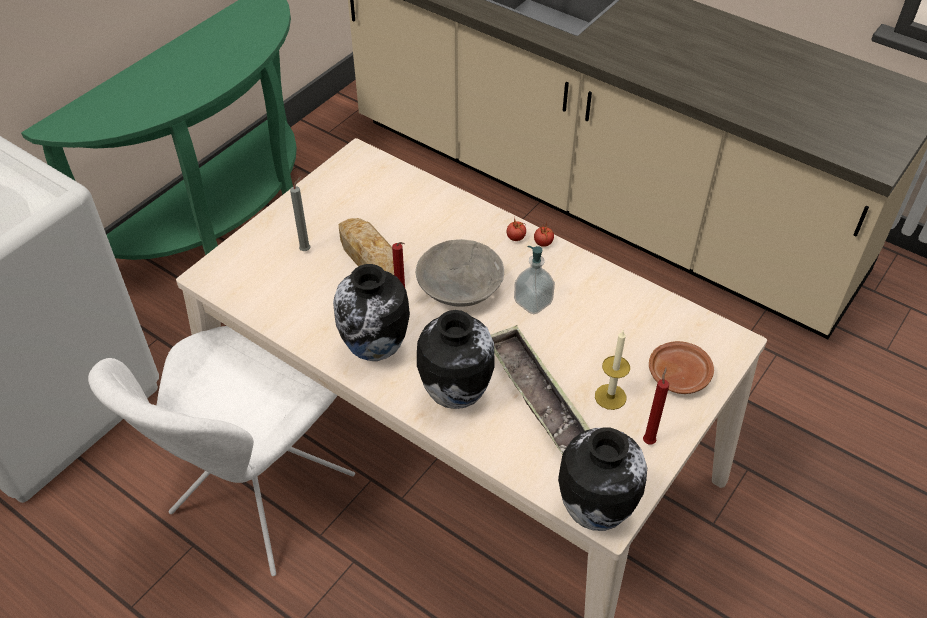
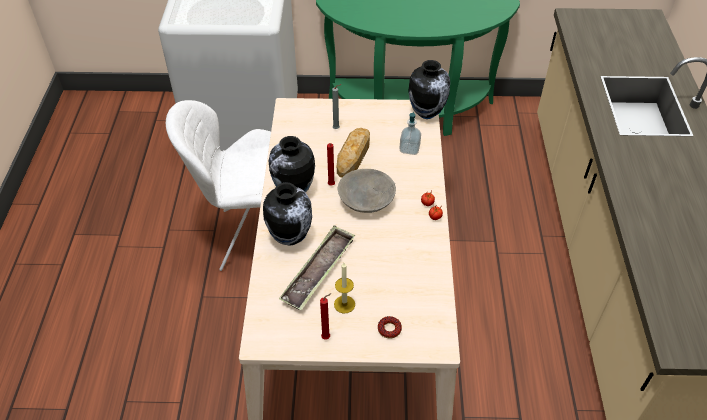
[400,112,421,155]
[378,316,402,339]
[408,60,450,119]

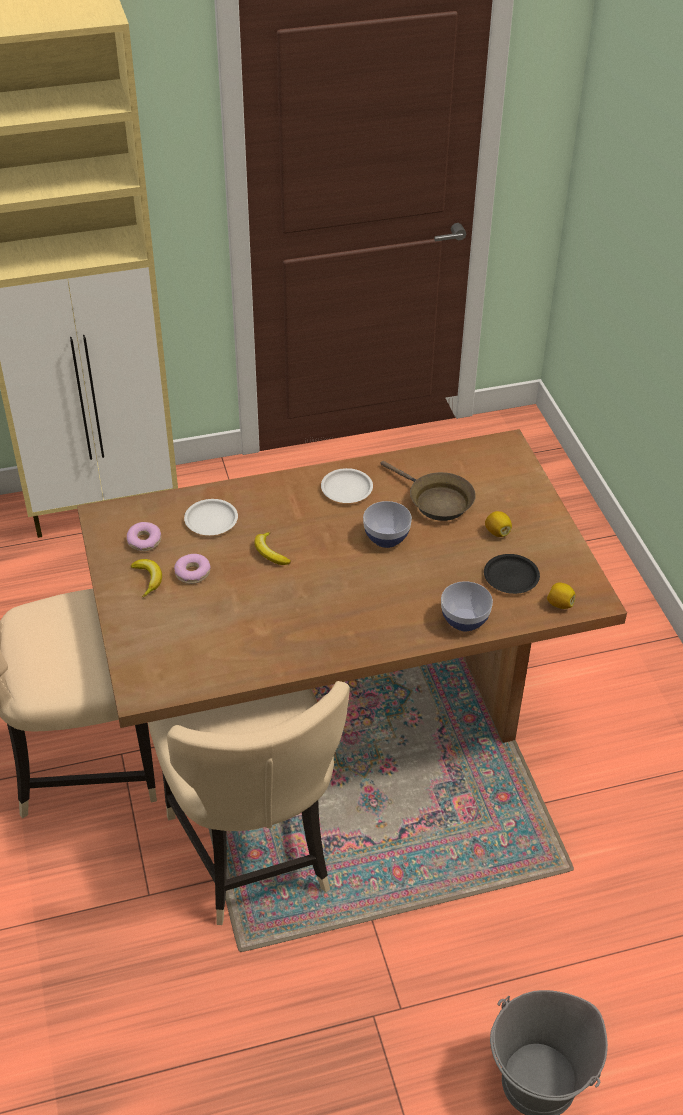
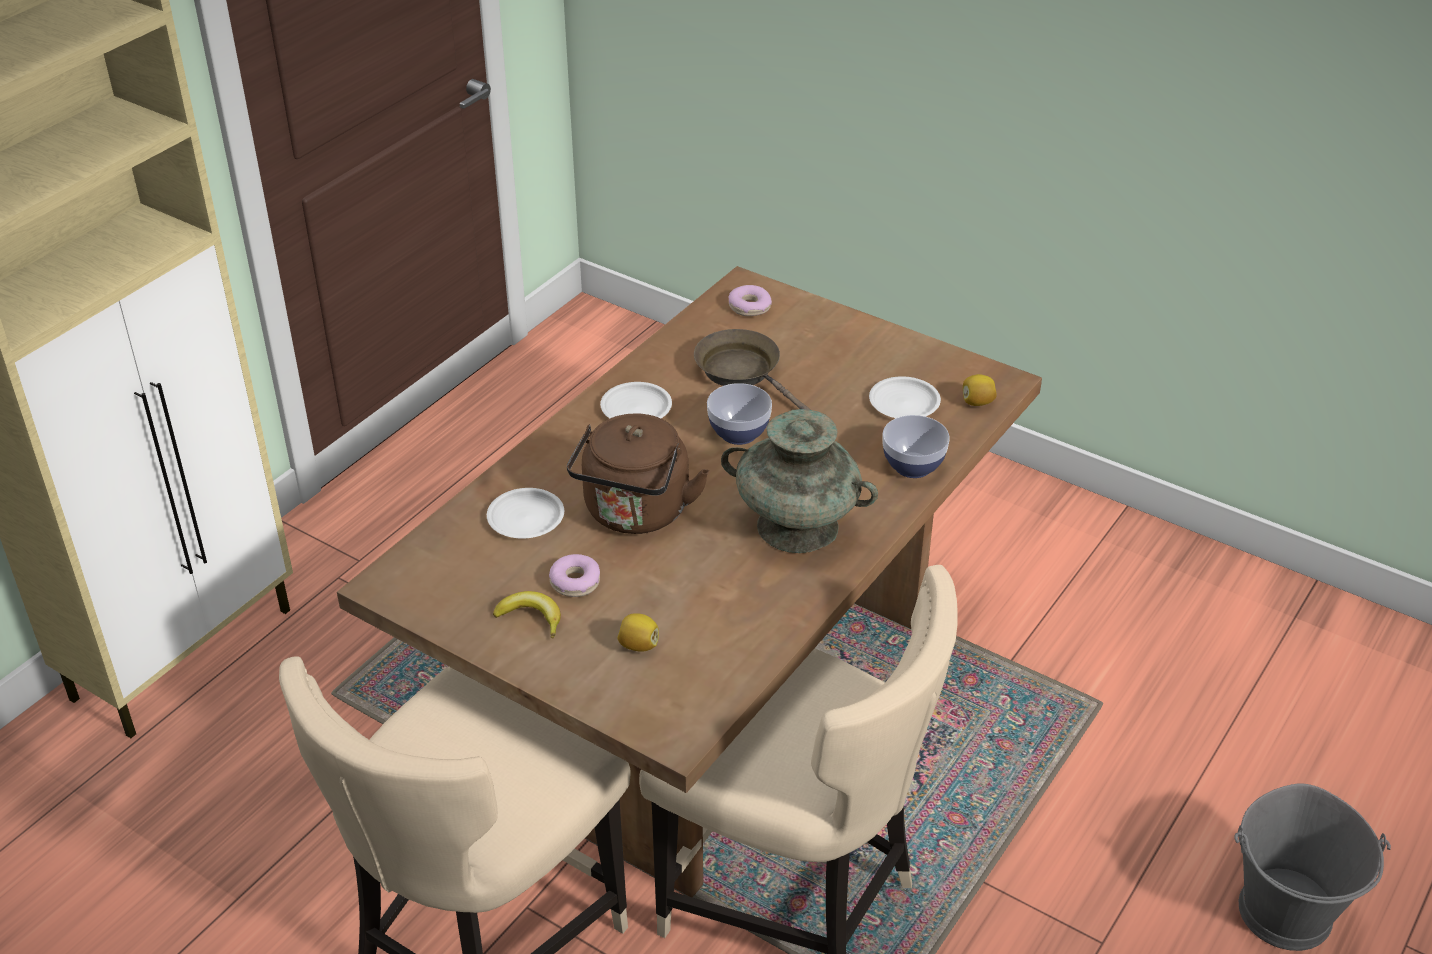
[694,329,811,410]
[618,613,659,652]
[728,285,772,316]
[567,414,709,534]
[869,376,941,418]
[721,409,878,553]

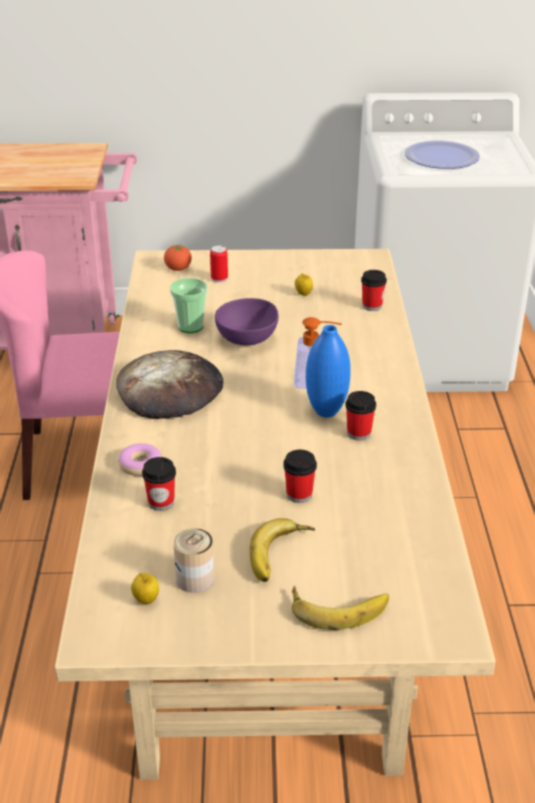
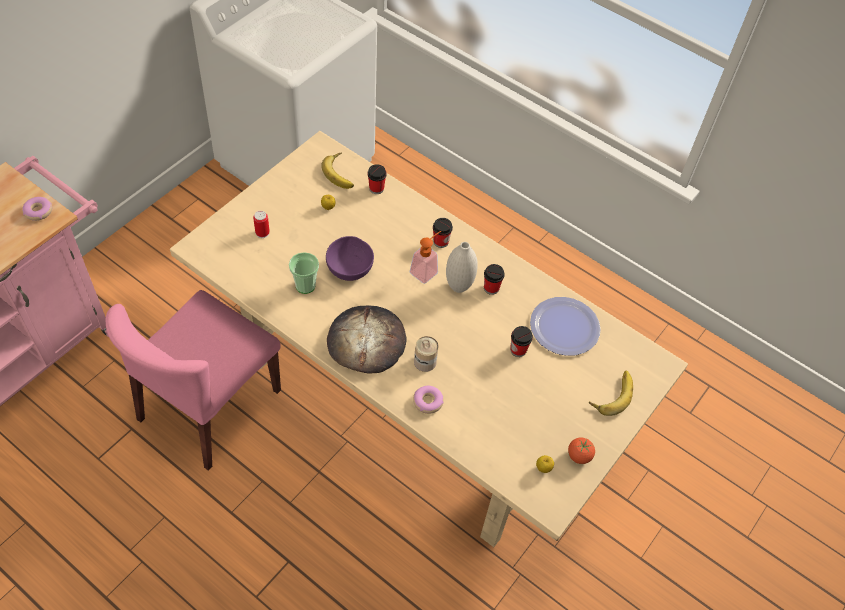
[530,297,601,356]
[568,437,595,464]
[446,242,478,293]
[433,218,453,248]
[321,152,354,189]
[414,336,439,372]
[22,197,52,221]

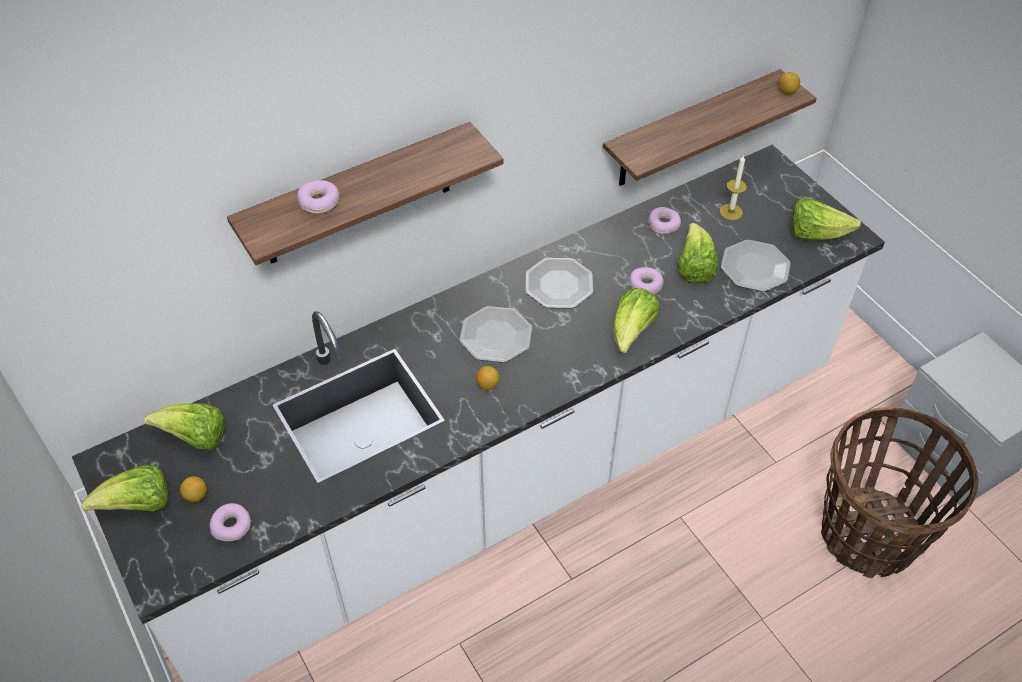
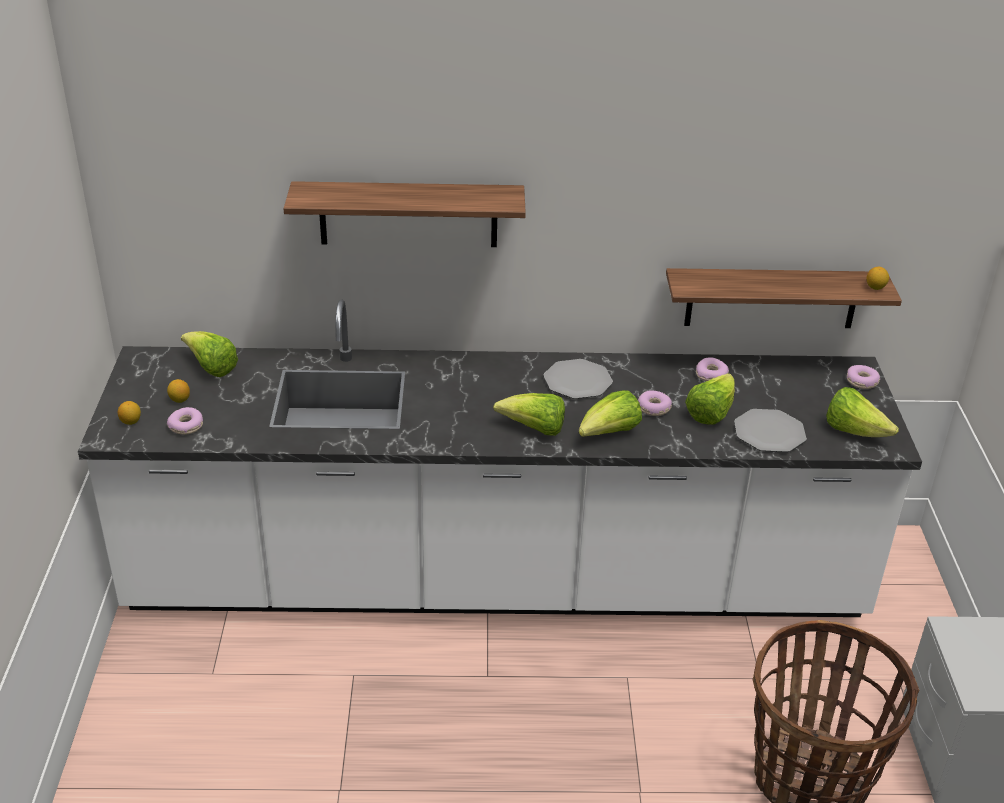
[720,155,747,220] (first image)
[847,365,880,389]
[459,306,532,363] (first image)
[118,401,141,425]
[493,393,565,436]

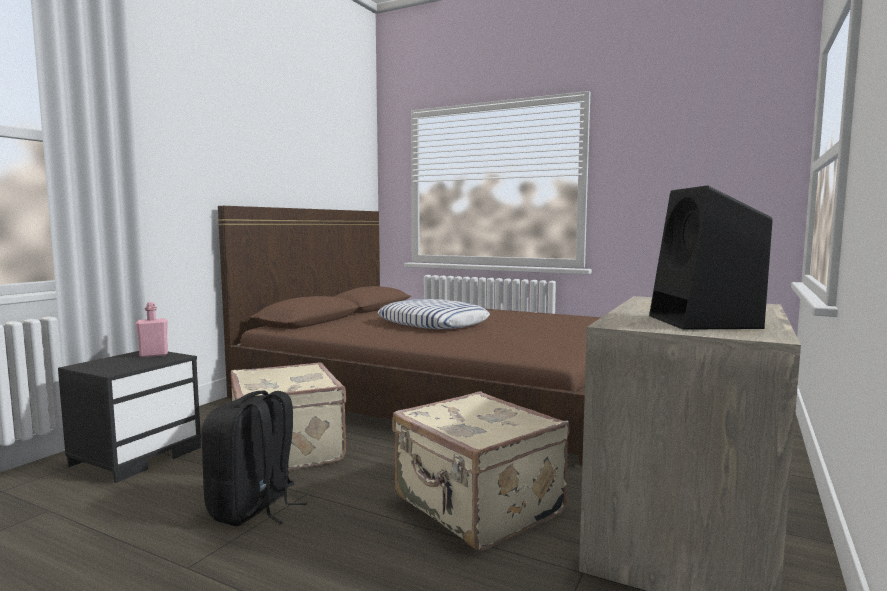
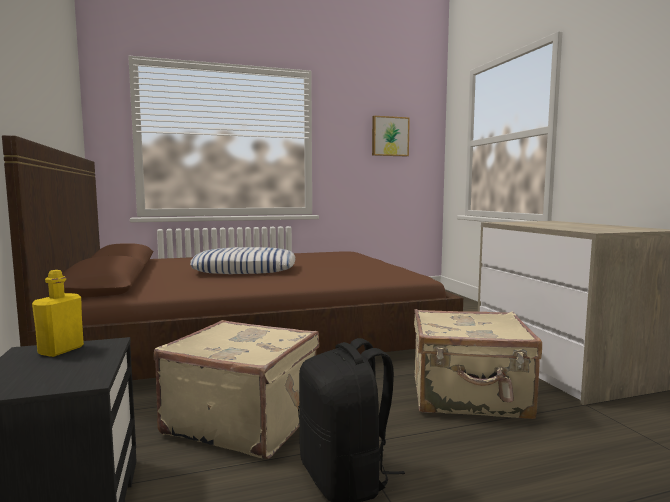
[649,185,773,330] (first image)
[32,270,84,357]
[372,116,410,156]

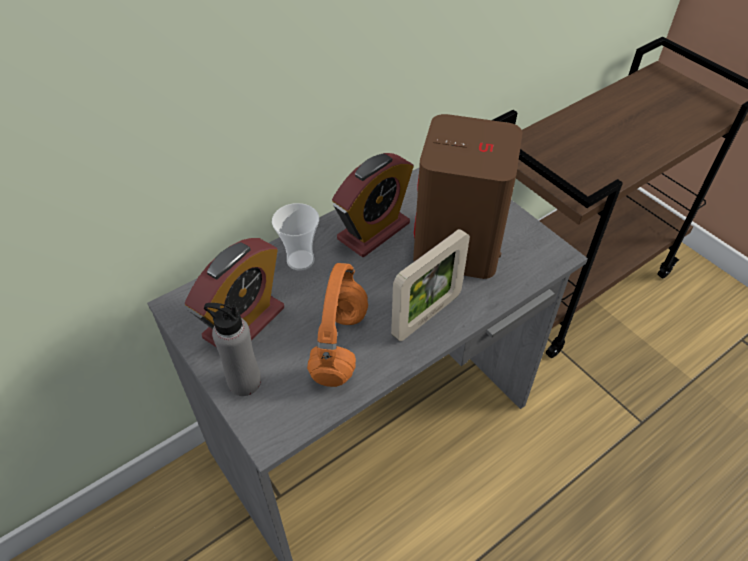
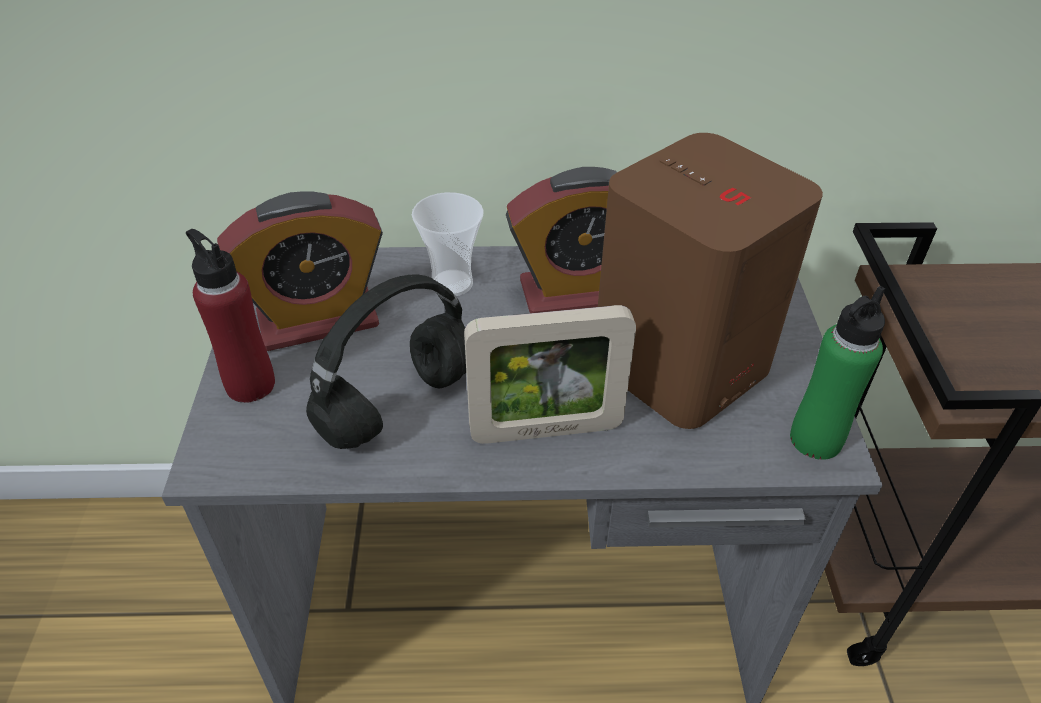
[306,275,466,449]
[186,229,275,403]
[790,286,885,460]

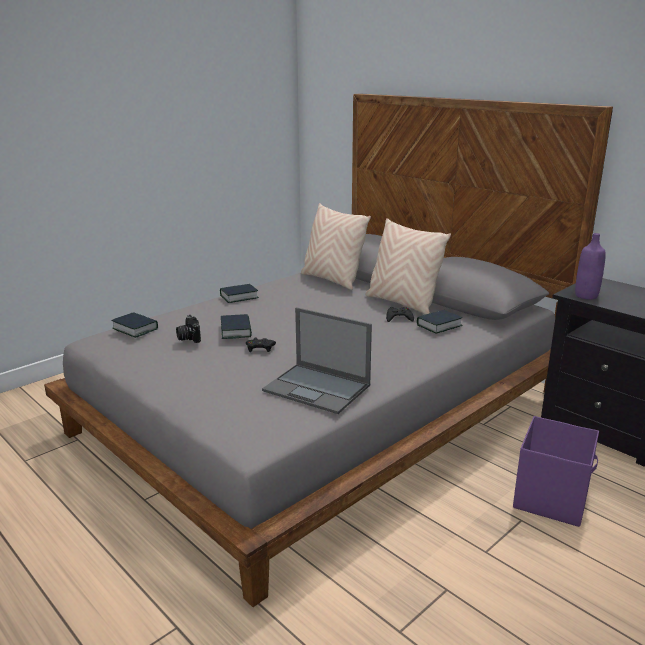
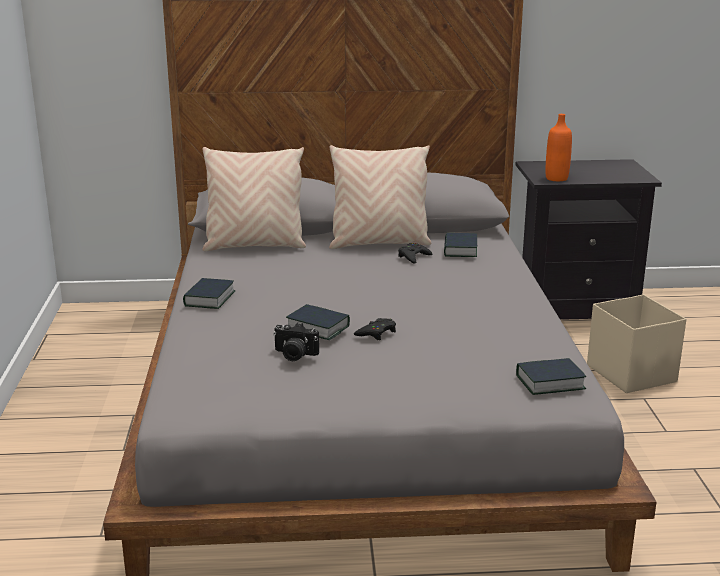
[545,114,572,181]
[262,307,372,414] (first image)
[516,358,586,395]
[587,294,687,393]

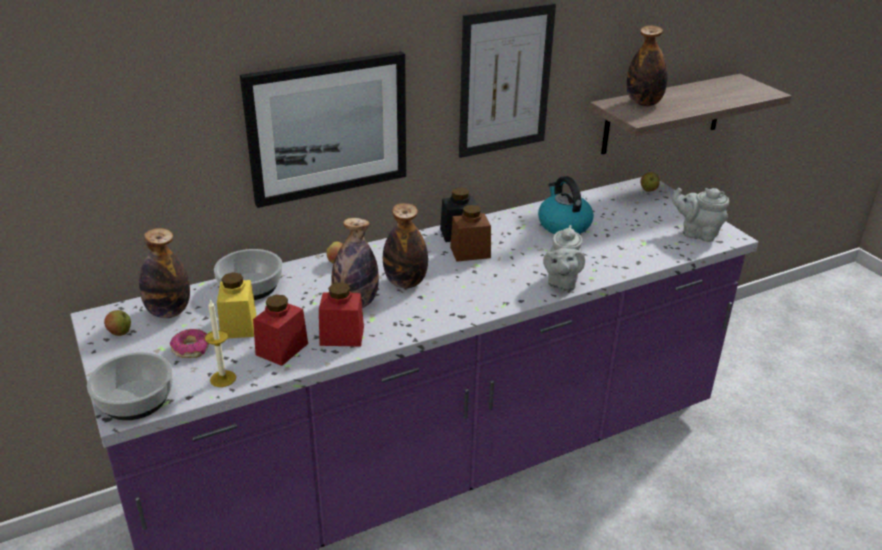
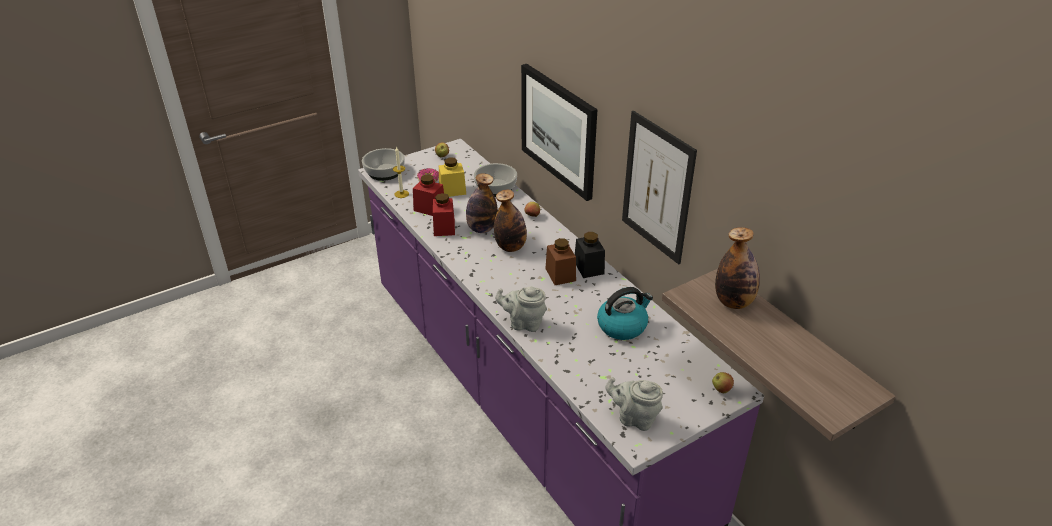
[605,377,663,431]
[139,228,190,318] (first image)

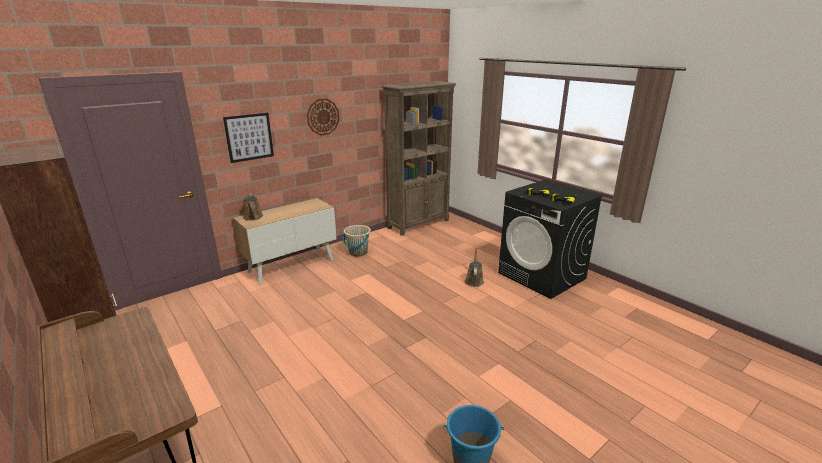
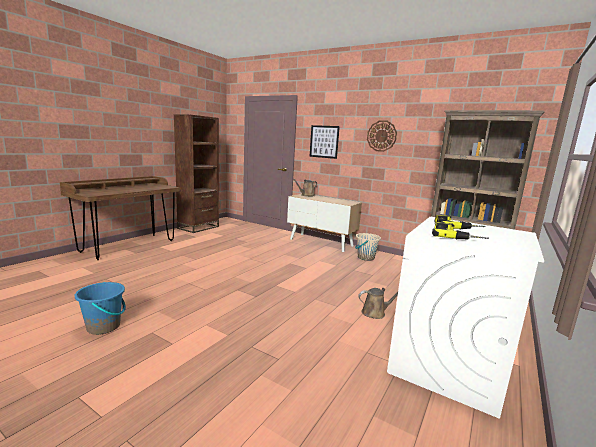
[387,217,544,419]

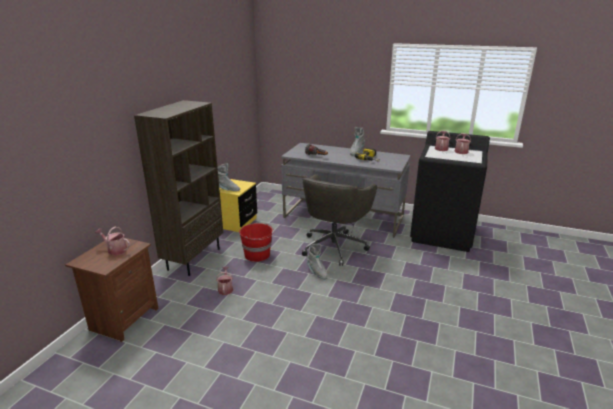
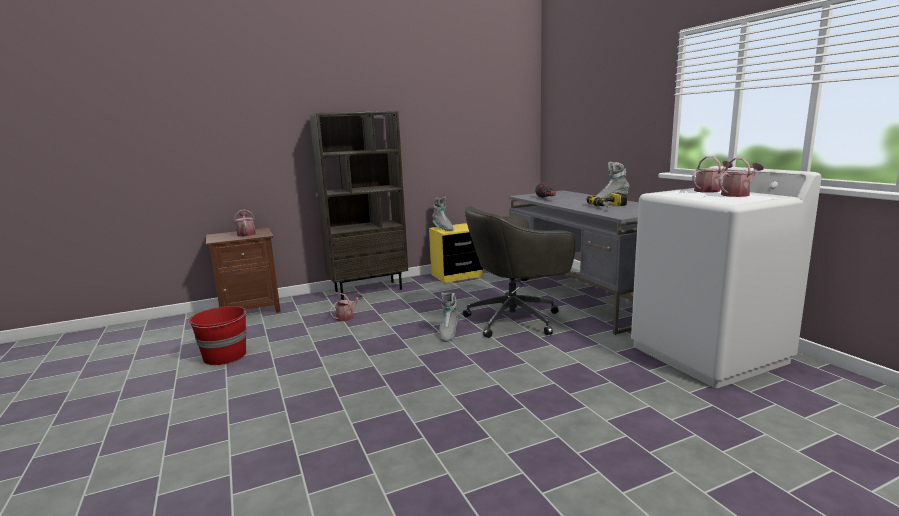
[631,166,821,388]
[188,306,247,365]

